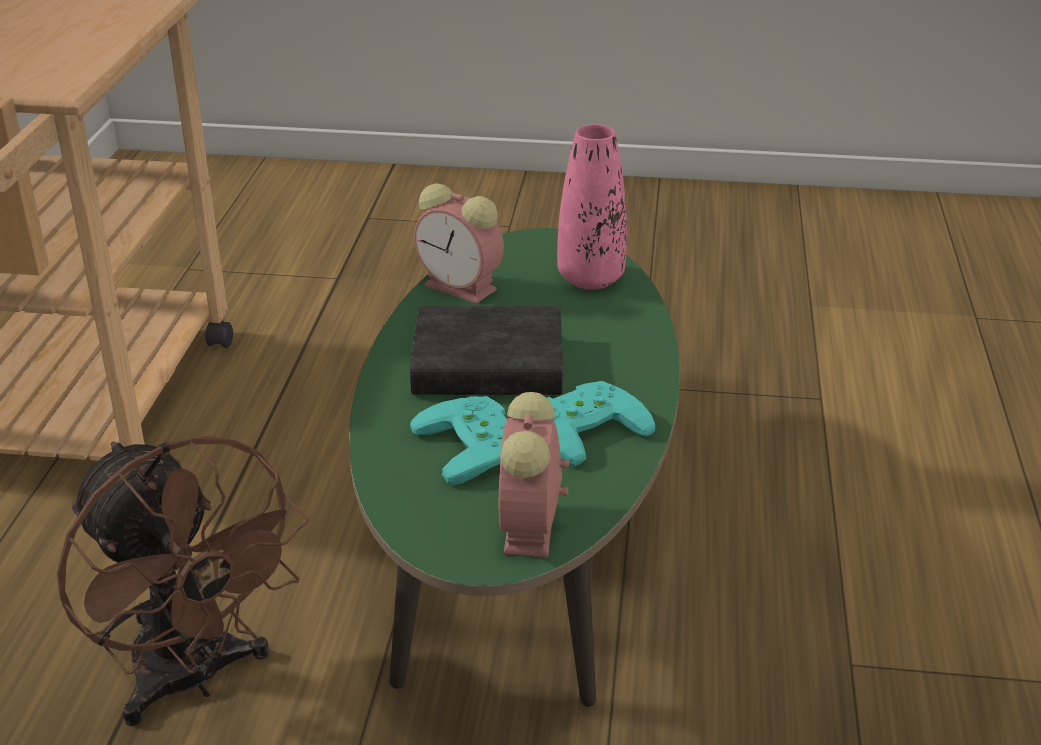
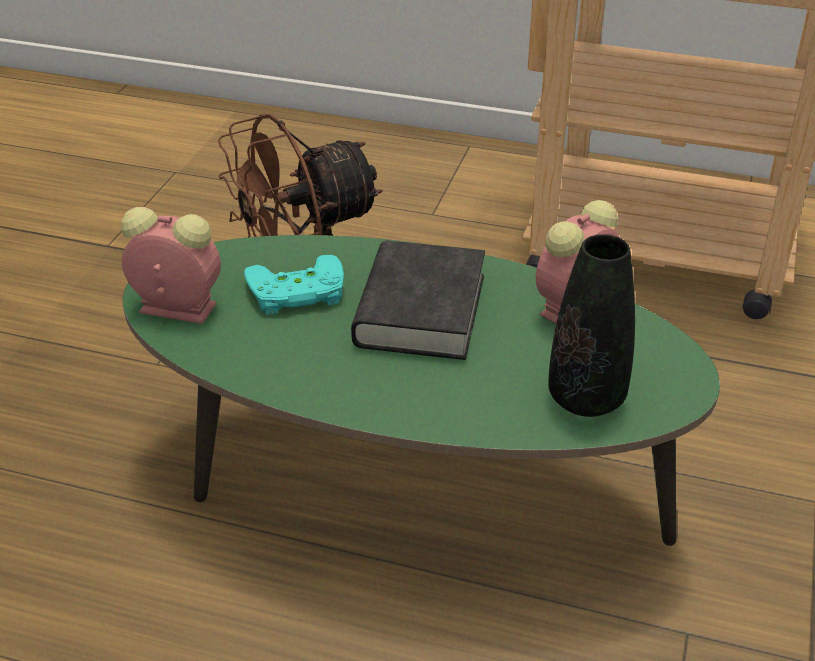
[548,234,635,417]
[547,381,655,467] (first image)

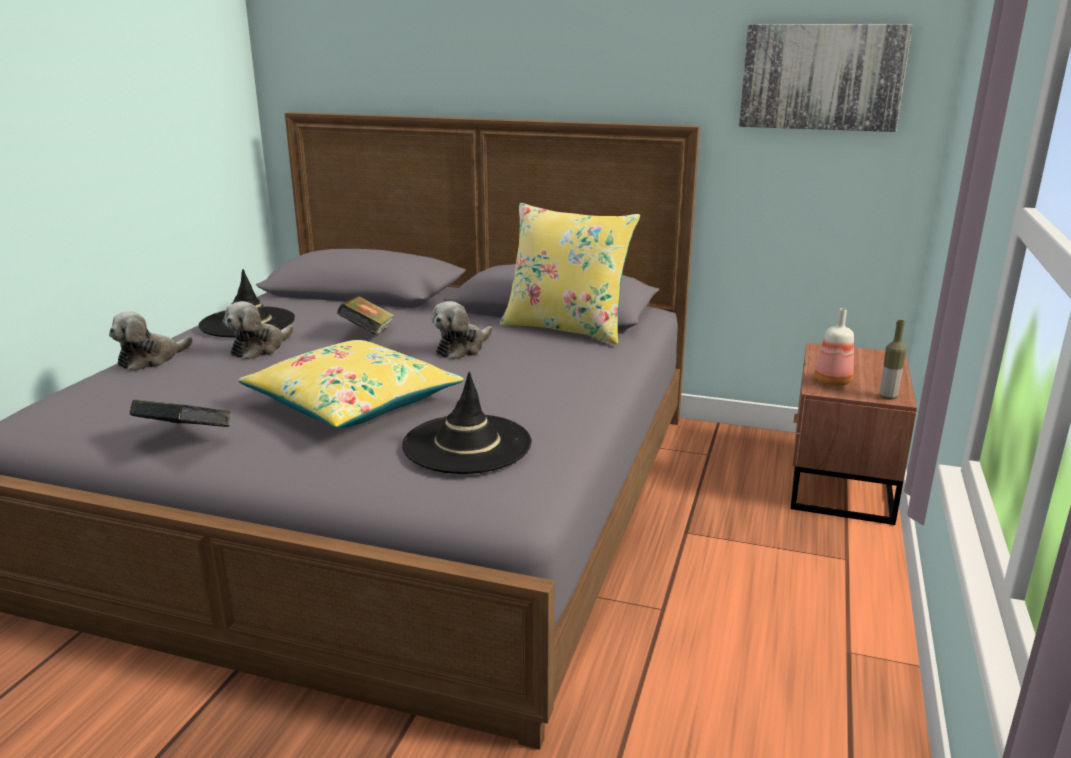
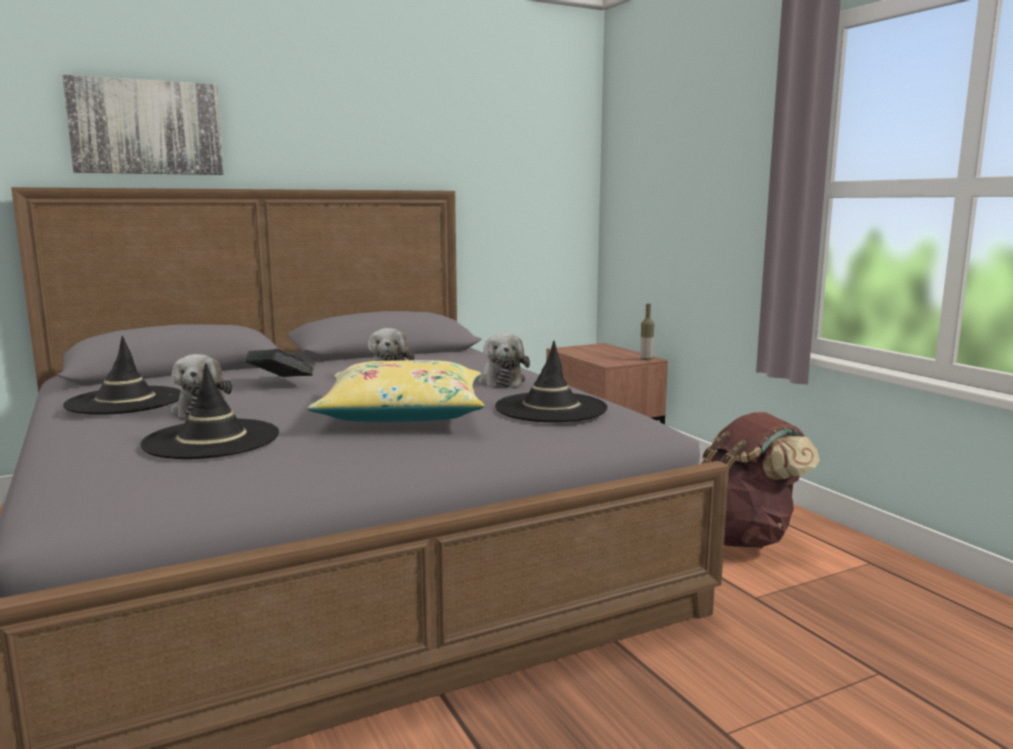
[62,75,224,175]
[500,203,640,344] (first image)
[814,308,854,386] (first image)
[478,333,530,388]
[130,400,232,427] (first image)
[140,363,279,459]
[701,412,820,548]

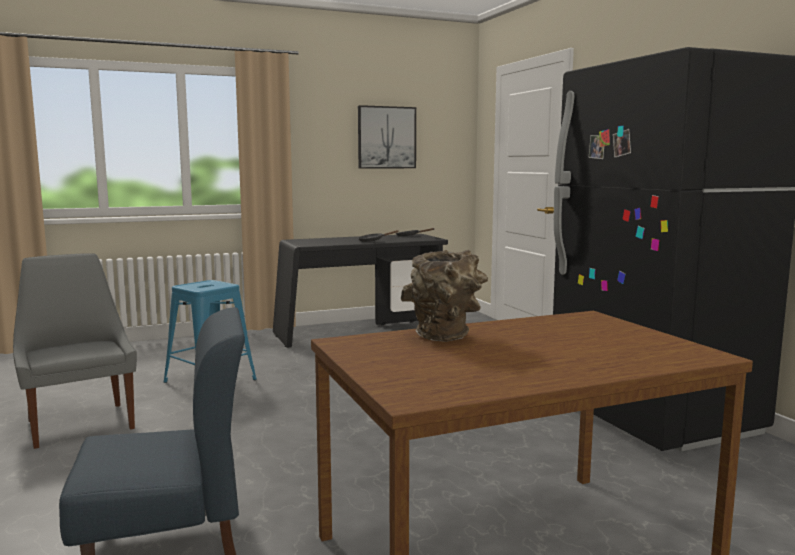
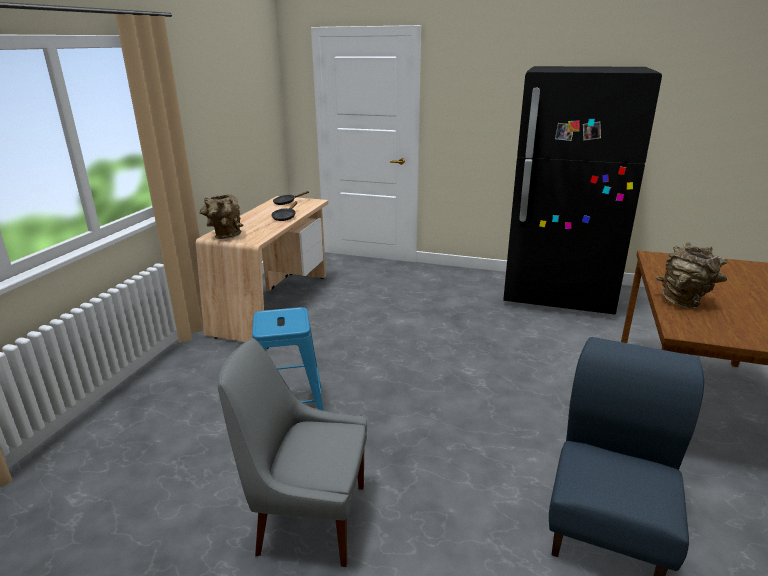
[358,105,416,169] (first image)
[196,196,328,342]
[199,194,244,239]

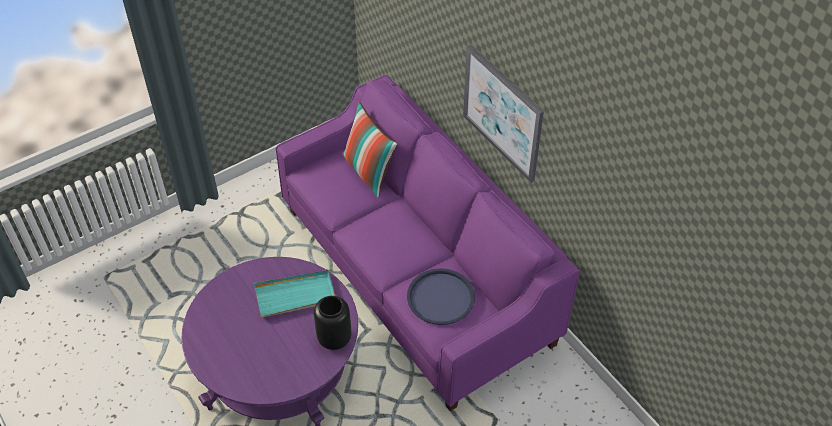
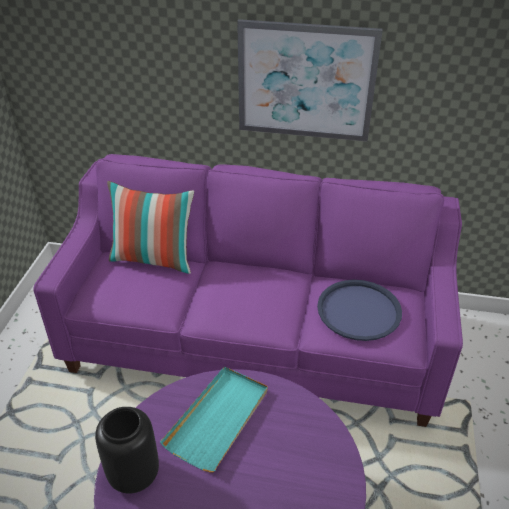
[95,407,159,494]

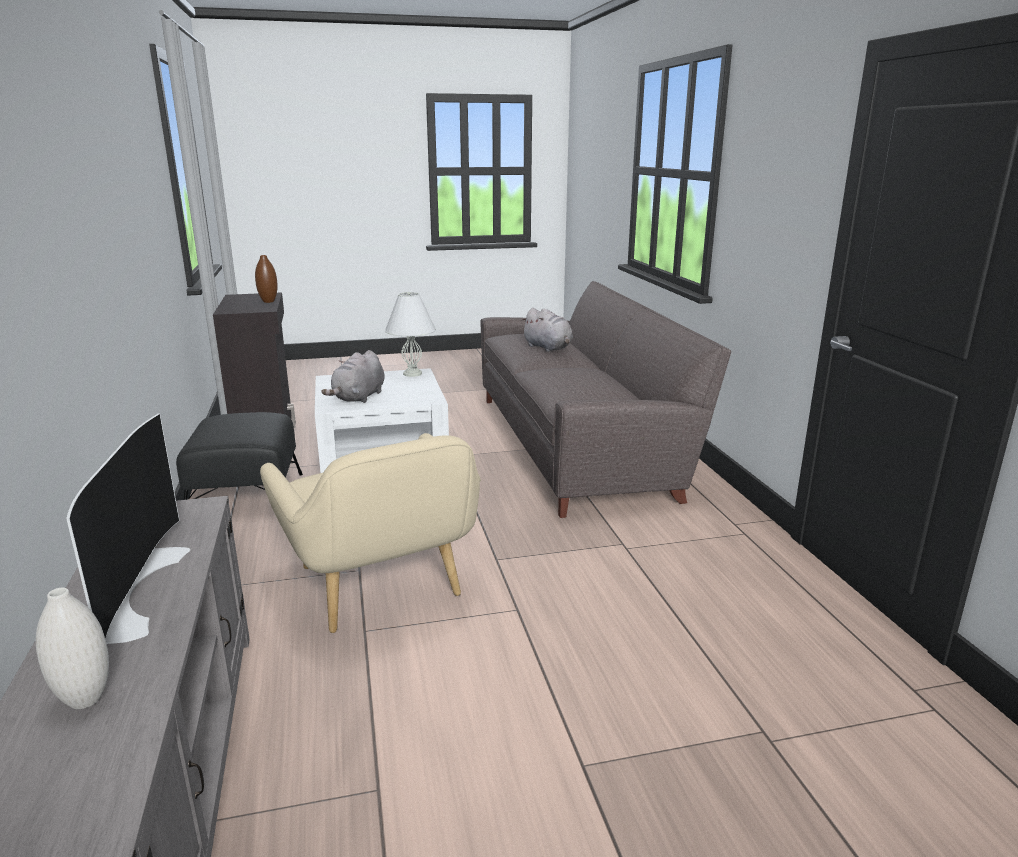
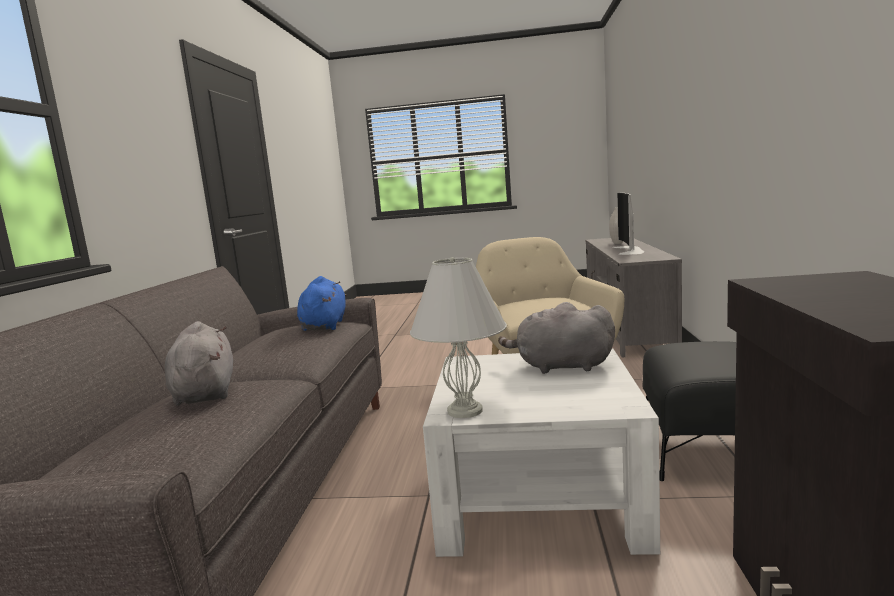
[255,255,278,303] (first image)
[498,302,615,374]
[297,276,347,331]

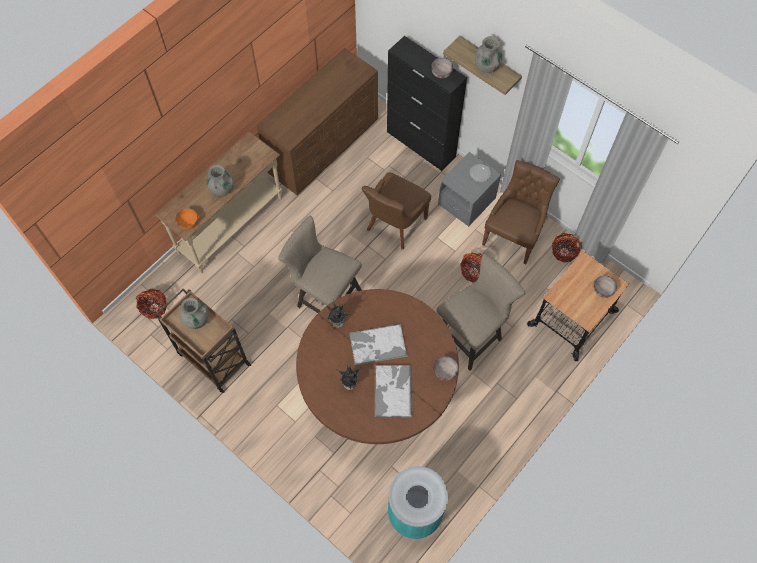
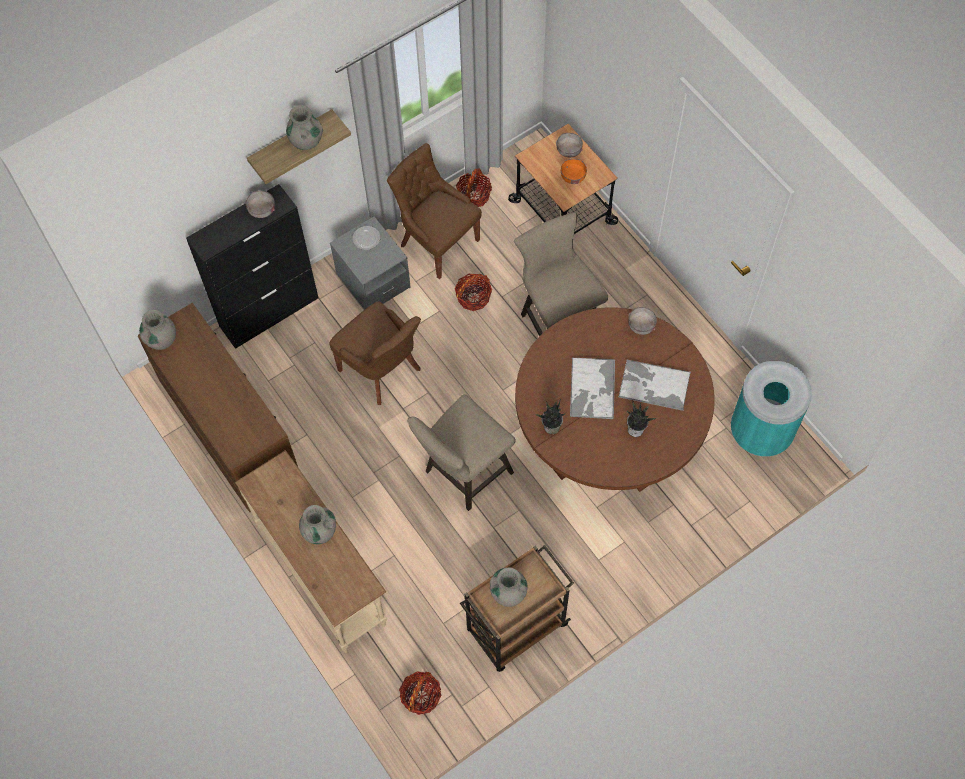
[561,159,587,184]
[139,310,176,350]

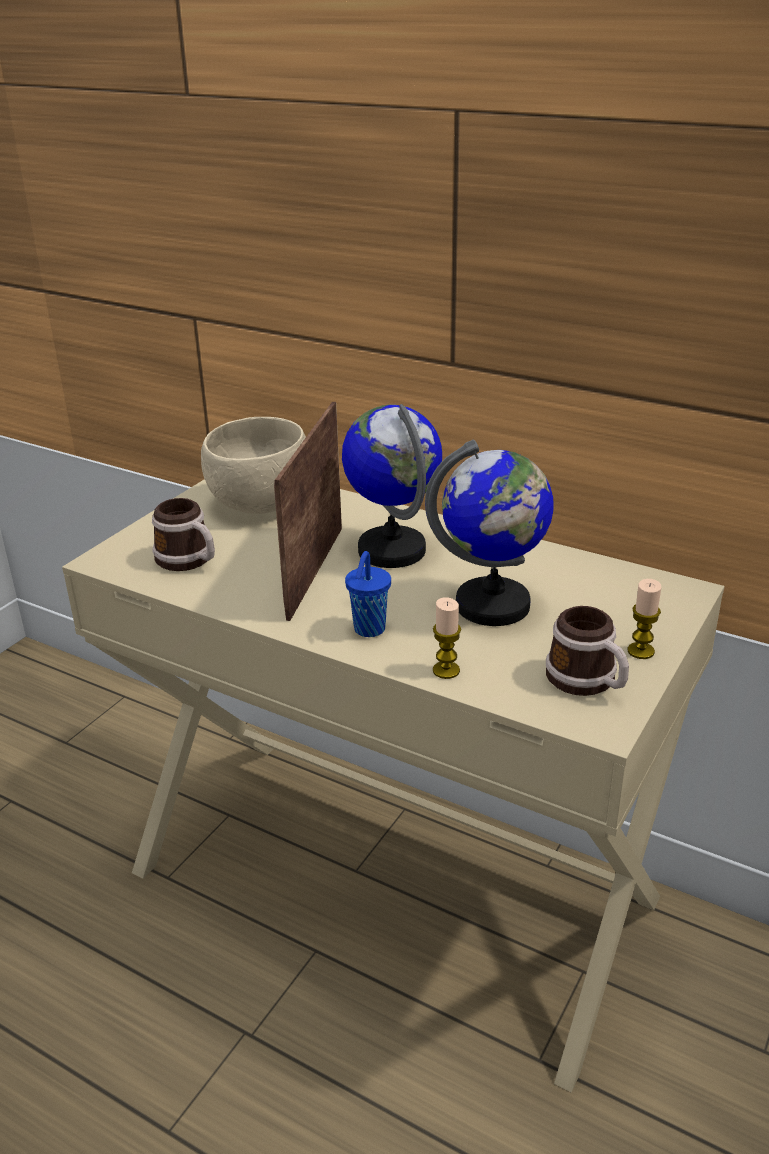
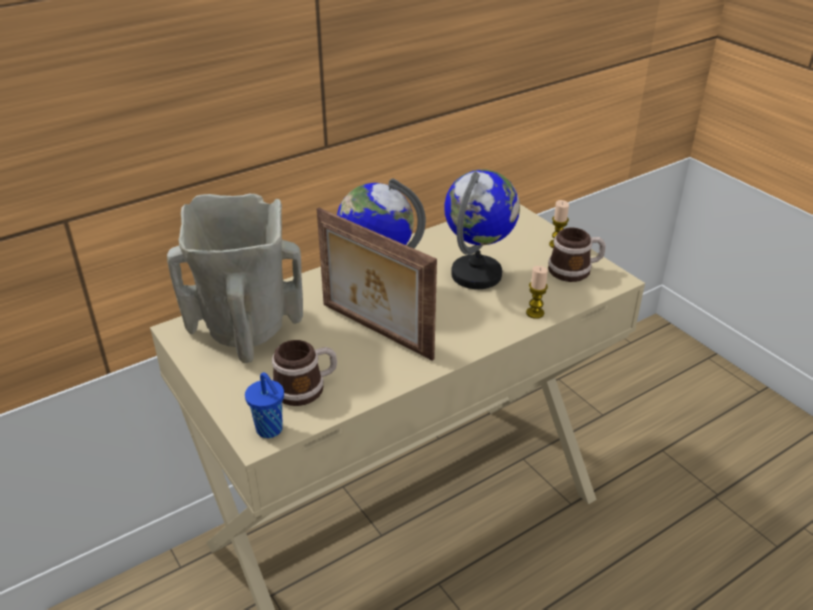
[167,194,303,363]
[245,372,284,438]

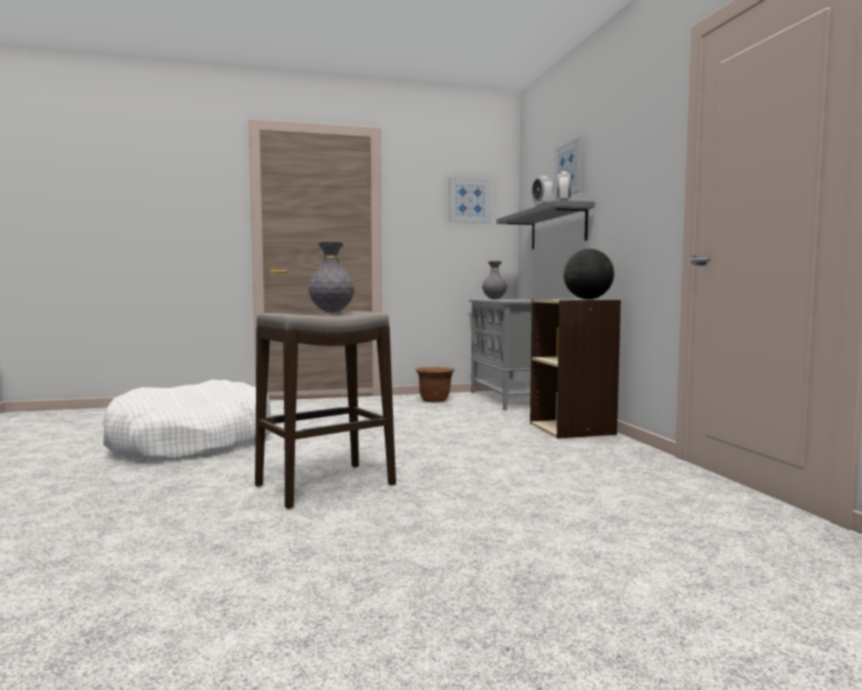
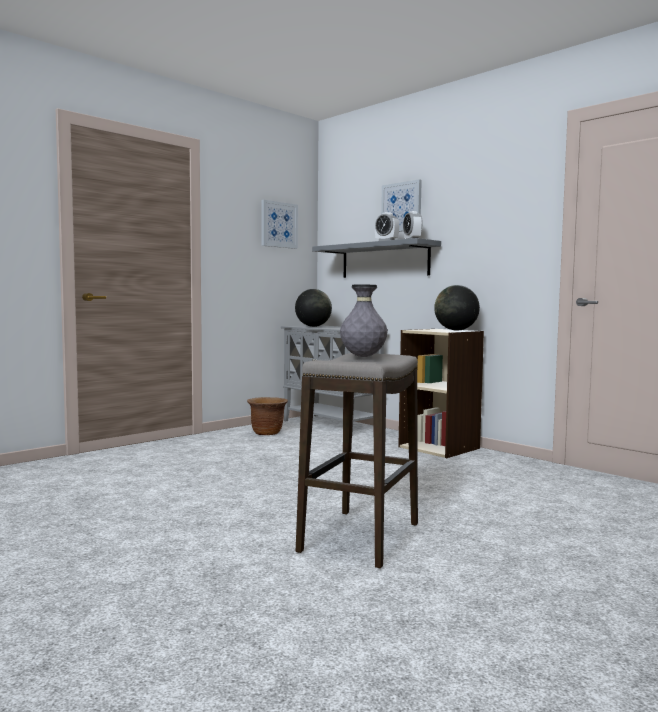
[295,289,332,327]
[103,380,271,461] (first image)

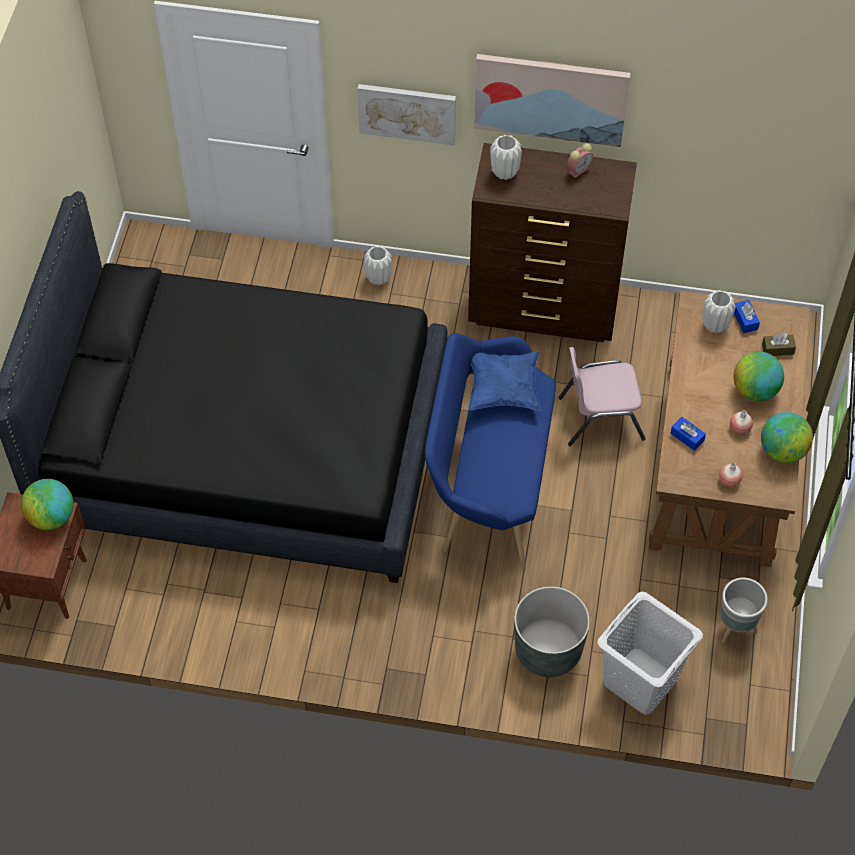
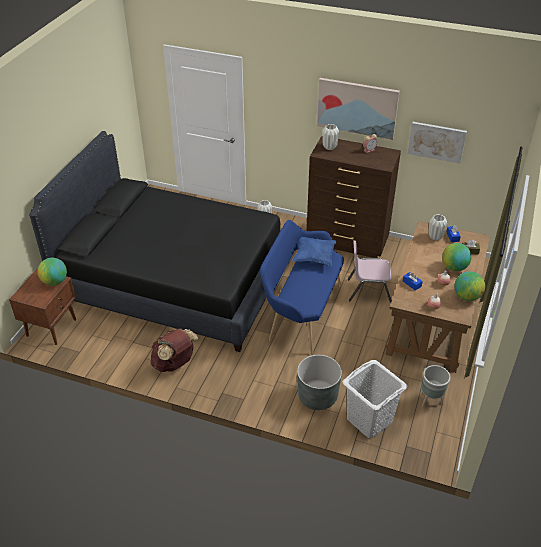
[408,122,467,164]
[150,329,198,372]

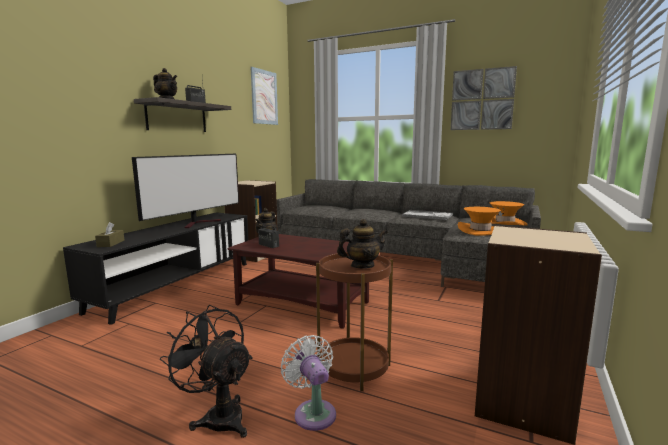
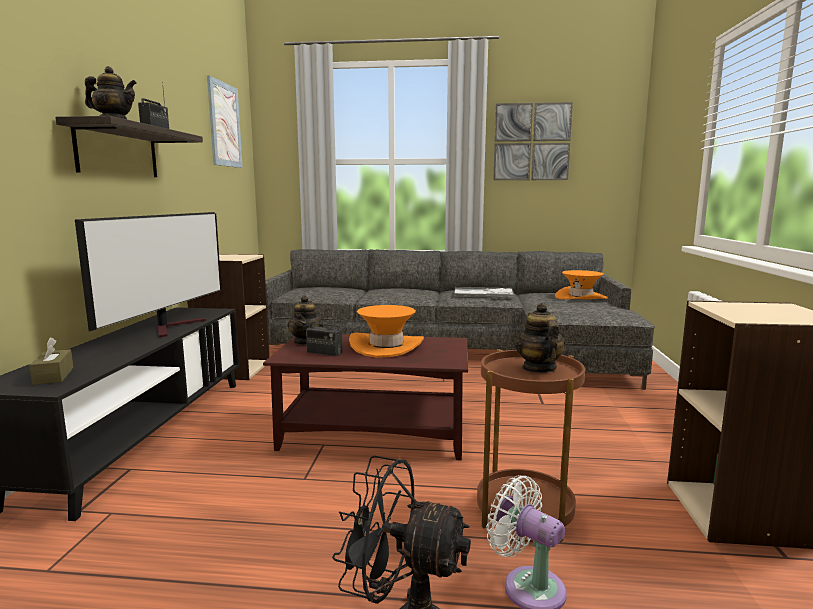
[349,305,424,358]
[515,303,565,373]

